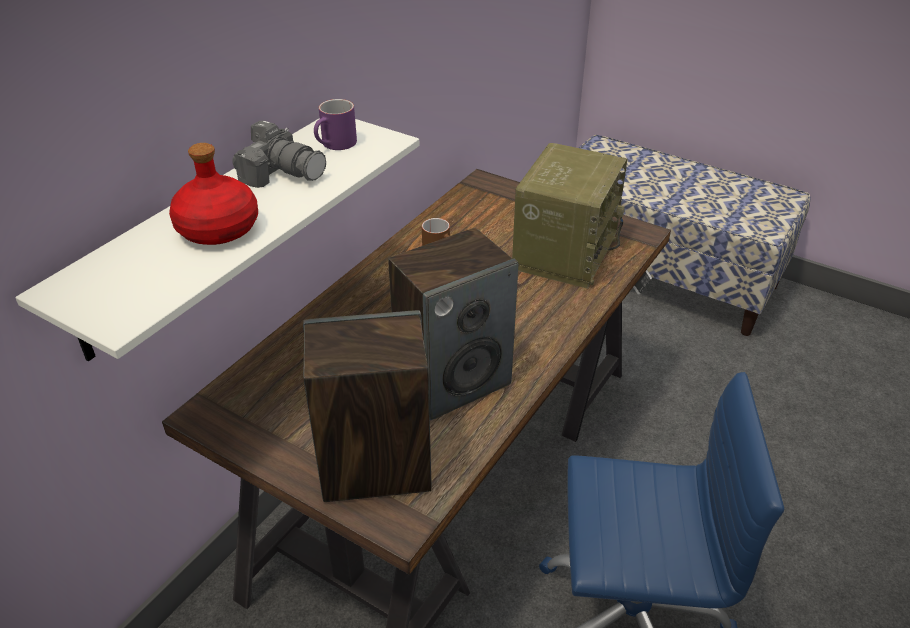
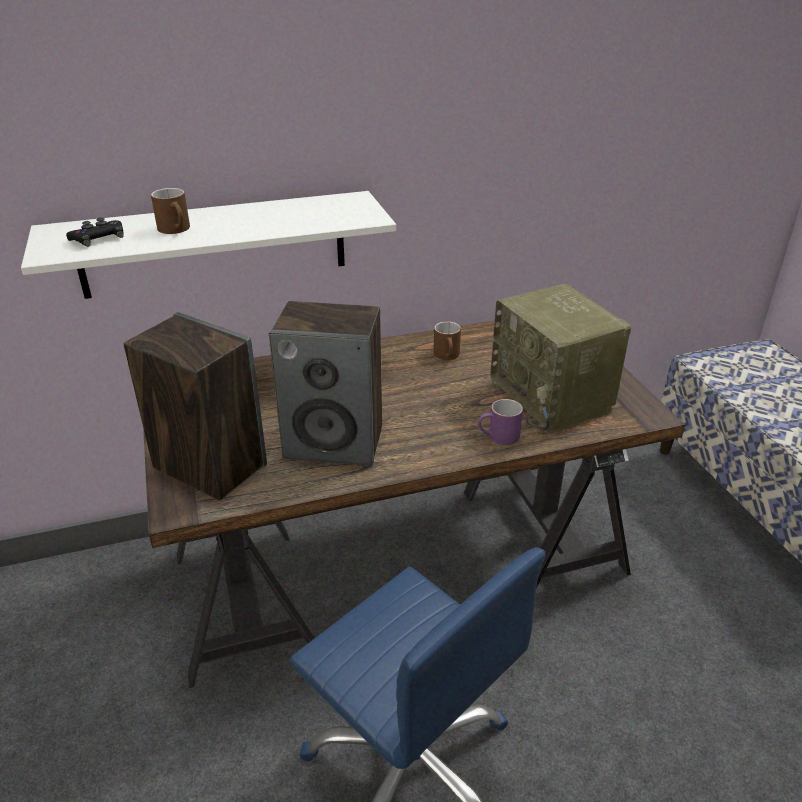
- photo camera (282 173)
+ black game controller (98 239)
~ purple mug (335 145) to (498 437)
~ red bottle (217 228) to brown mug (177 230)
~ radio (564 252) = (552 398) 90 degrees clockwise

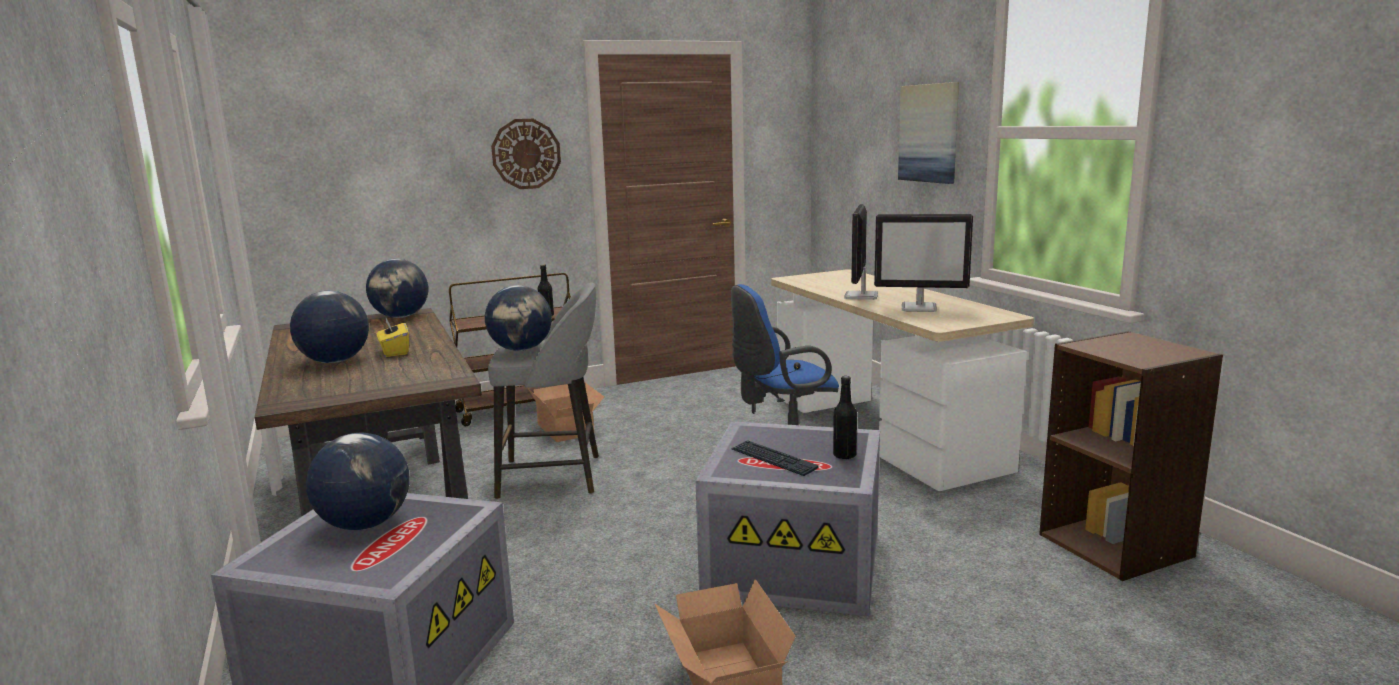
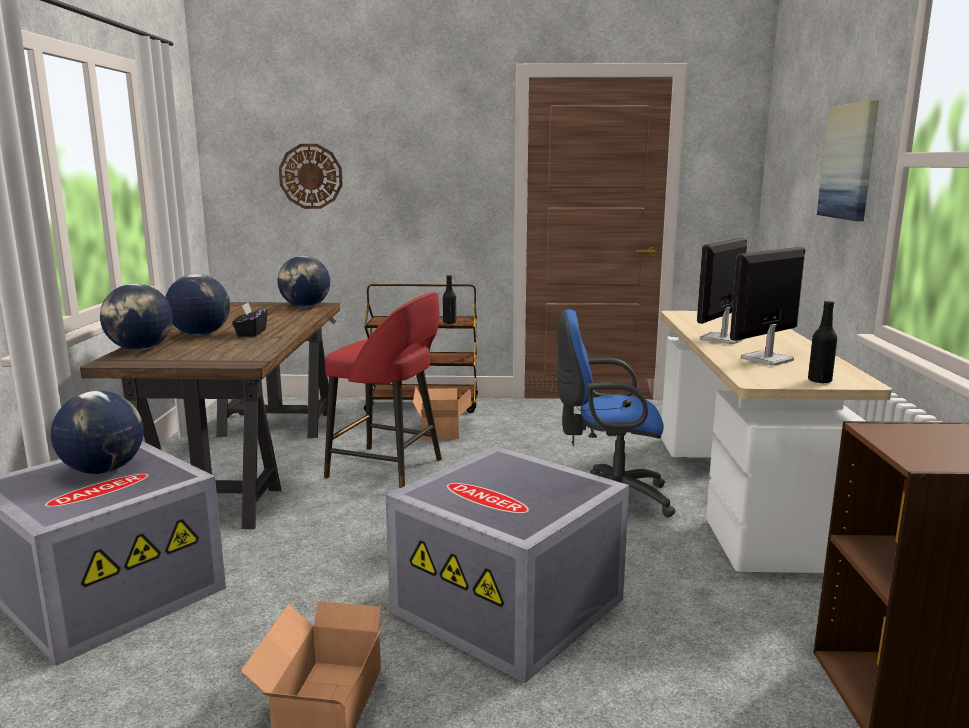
- keyboard (773 459)
~ globe (521 350) to (140 349)
~ wall clock (526 154) to (311 176)
~ black bottle (844 455) to (819 381)
~ yellow tissue box (394 352) to black tissue box (251 333)
~ grey stool (553 476) to red stool (388 469)
~ monitor (919 308) = (766 360) 105 degrees clockwise

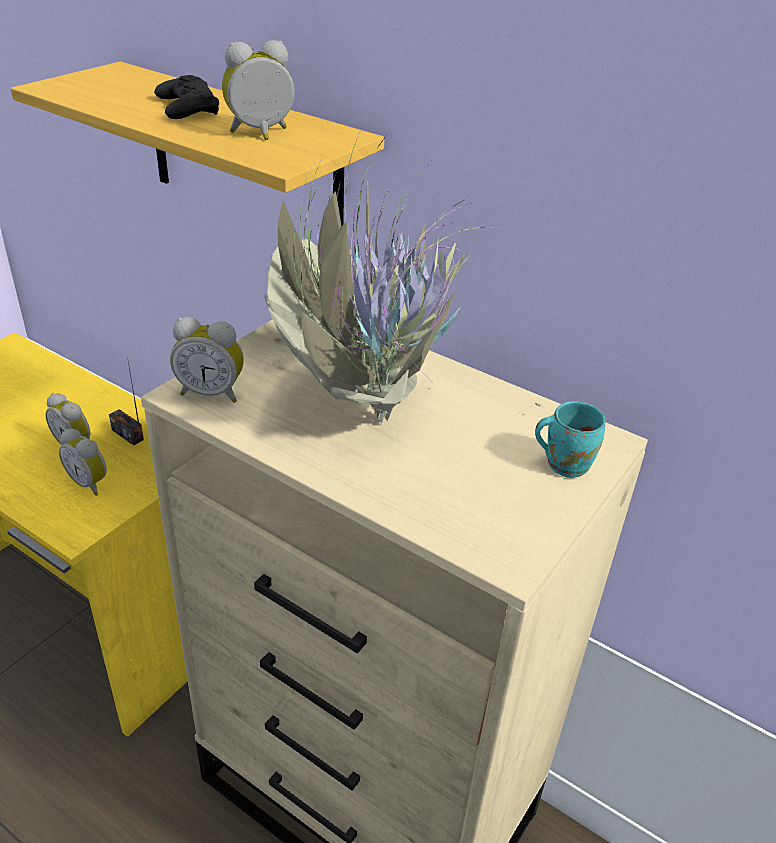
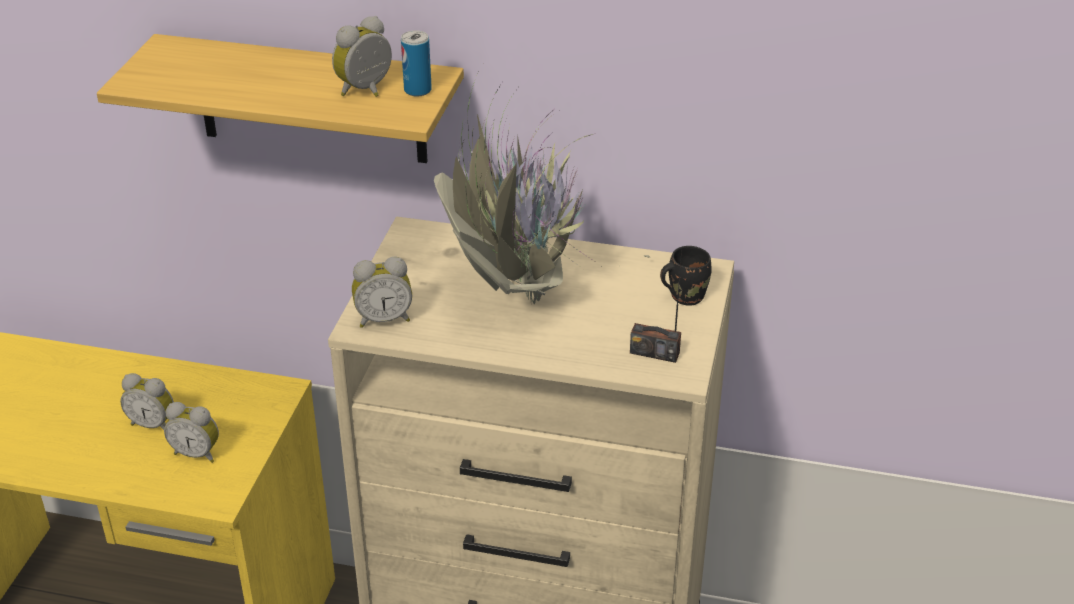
- black game controller (187 108)
+ can (417 90)
~ radio (128 434) to (654 352)
~ turquoise mug (564 463) to black mug (684 295)

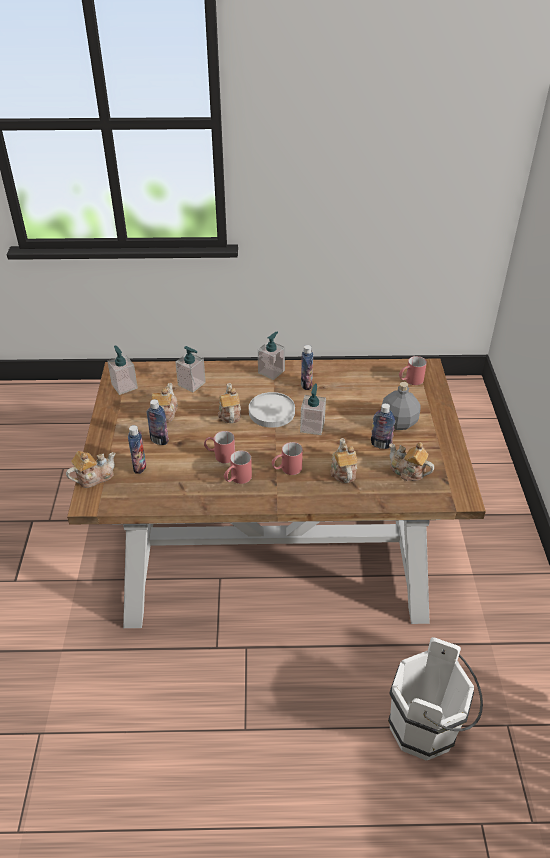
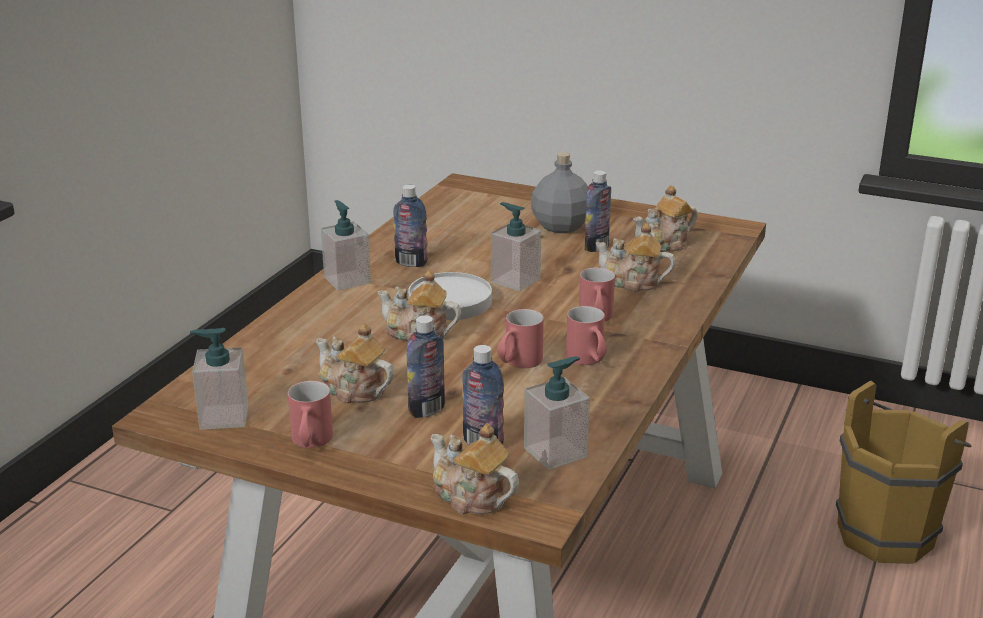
~ soap dispenser (191 384) to (555 452)
~ red mug (410 381) to (310 443)
~ white bucket (428 731) to brown bucket (890 532)
~ teapot (94 477) = (471 497) 45 degrees counterclockwise

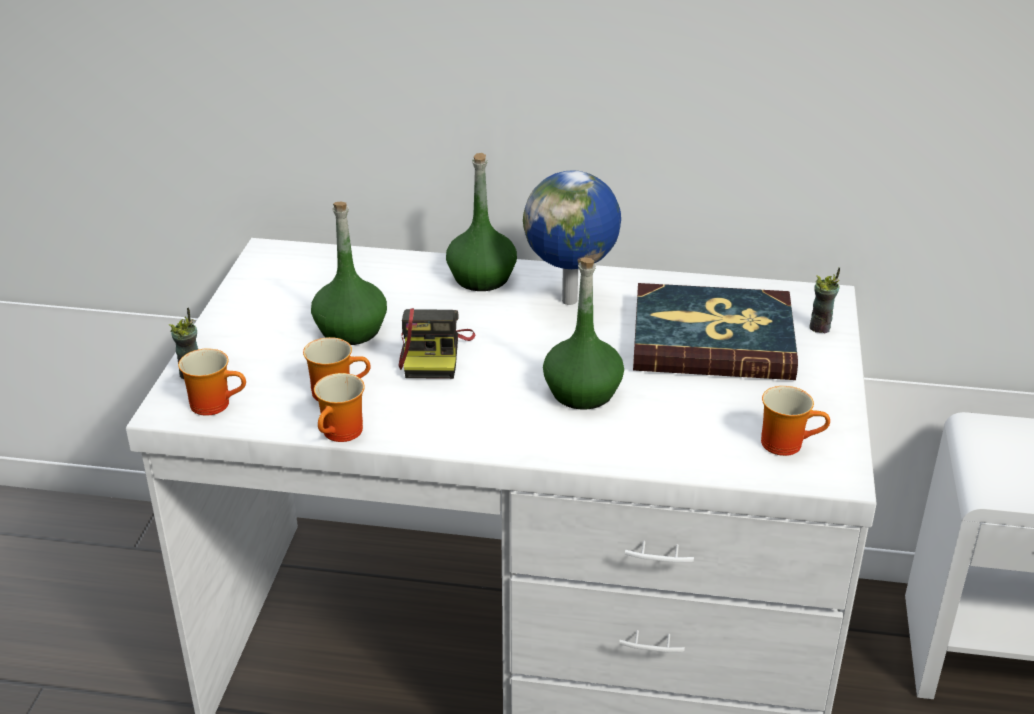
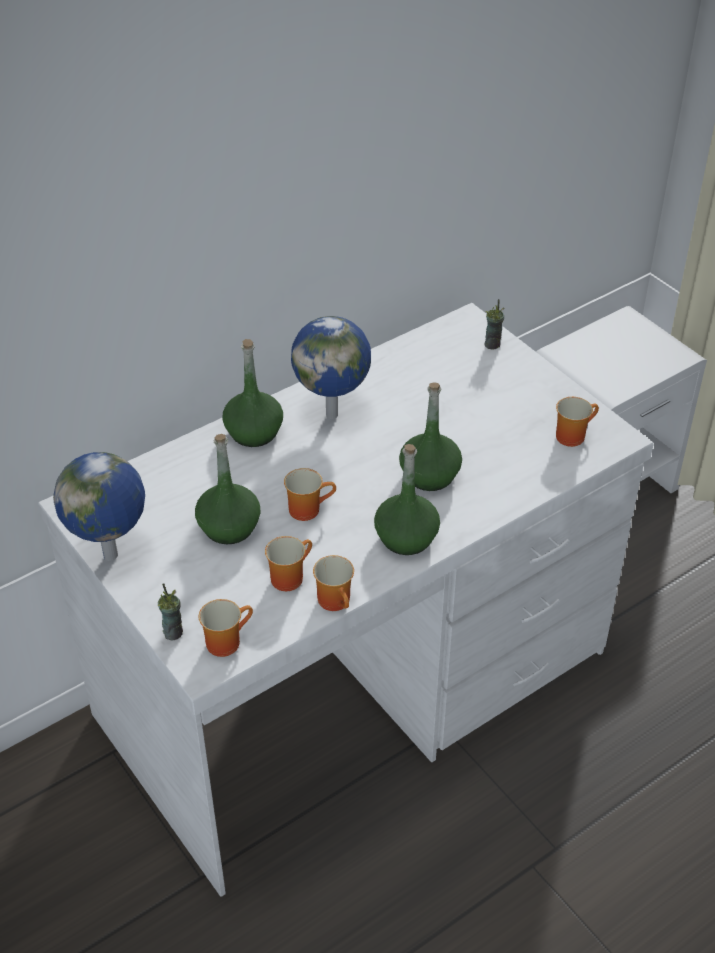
- book (712 339)
+ globe (112 556)
+ green bottle (406 537)
~ photo camera (434 354) to mug (307 508)

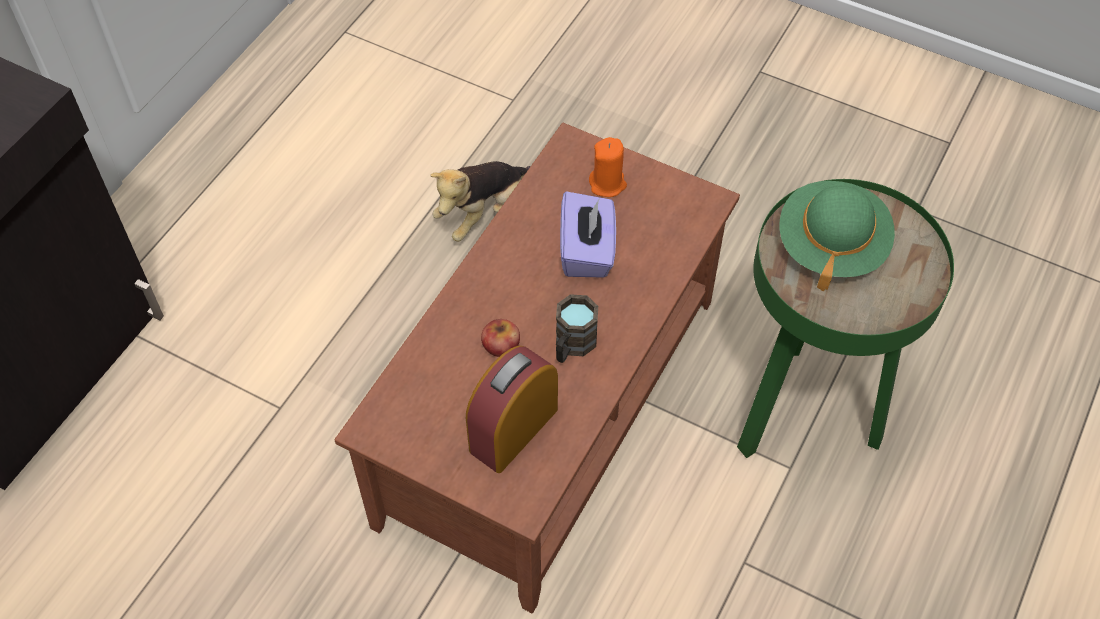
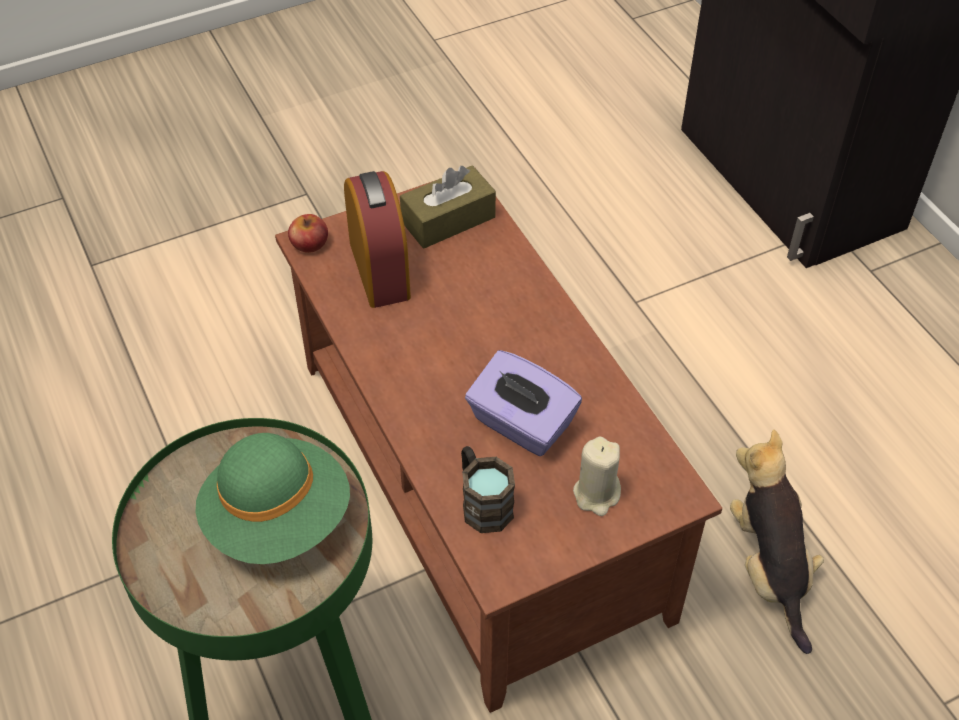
+ brown tissue box (448 220)
~ apple (501 345) to (309 243)
~ brown mug (572 346) to (482 502)
~ orange candle (607 184) to beige candle (596 494)

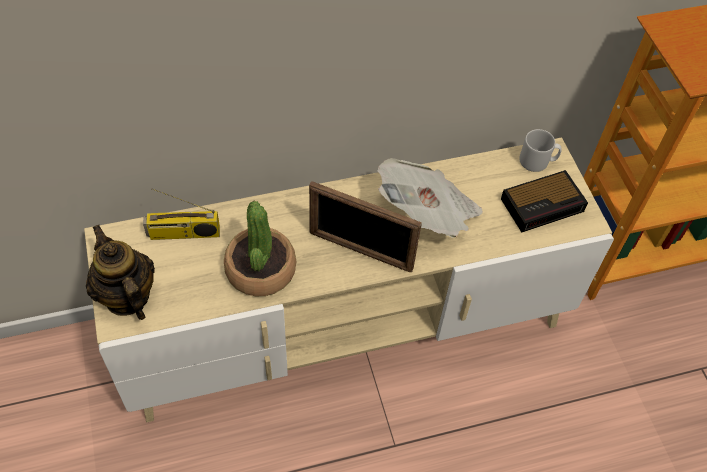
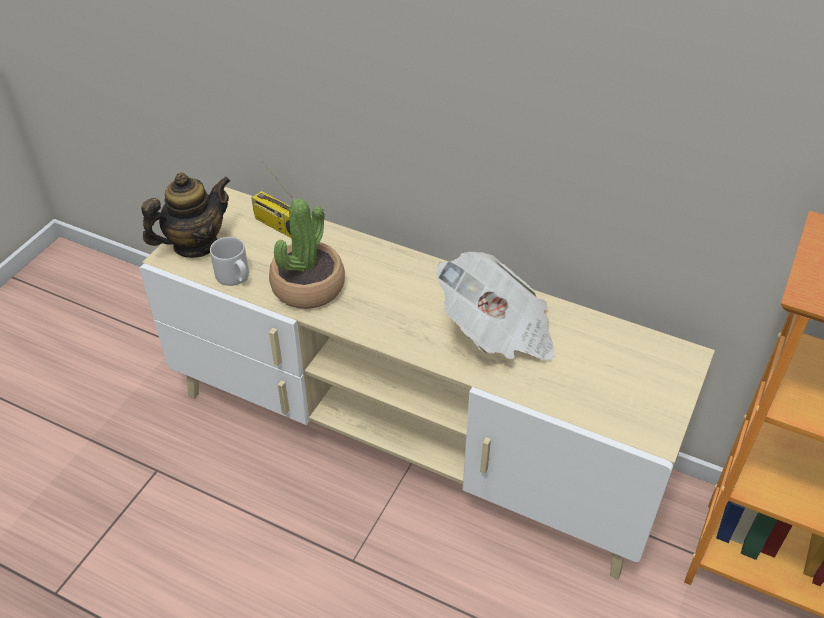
- picture frame (360 251)
- alarm clock (543 204)
~ grey mug (537 161) to (235 277)
~ teapot (126 296) = (195 244) 45 degrees clockwise

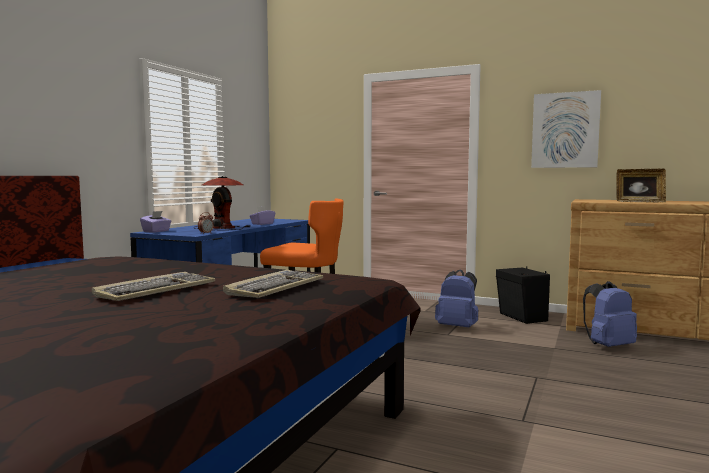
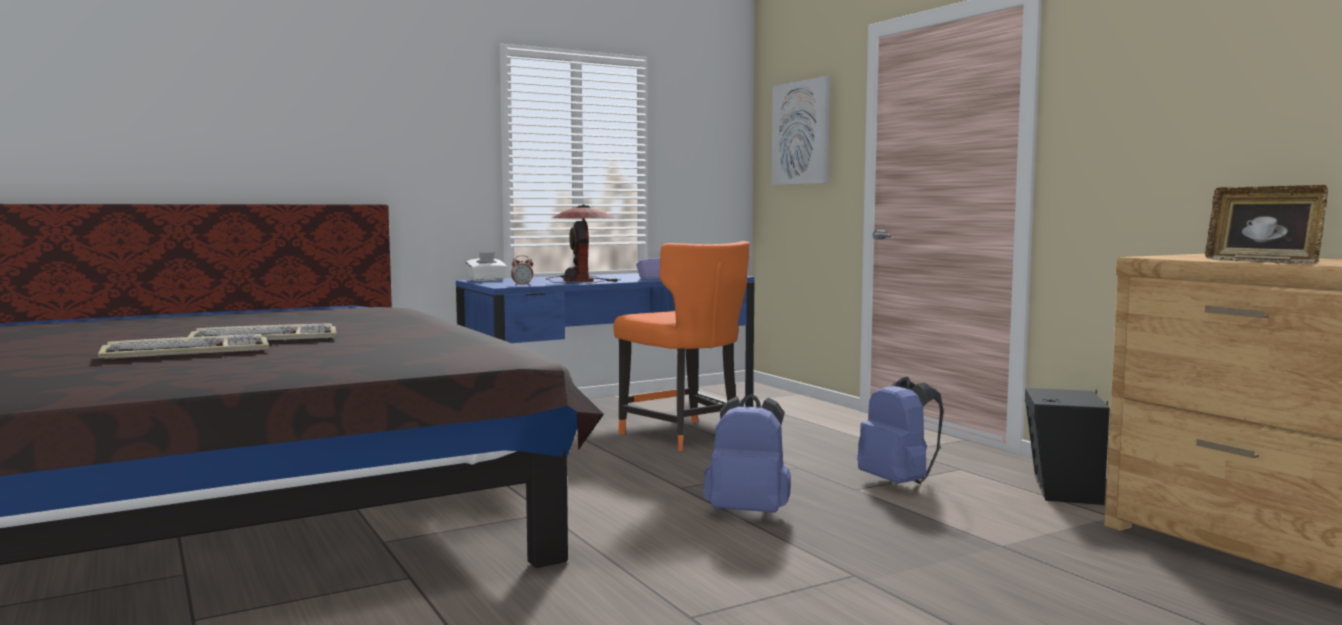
~ keyboard (275 287) to (188 353)
~ picture (565 130) to (801 133)
~ blue backpack (607 346) to (749 512)
~ purple tissue box (156 231) to white tissue box (486 280)

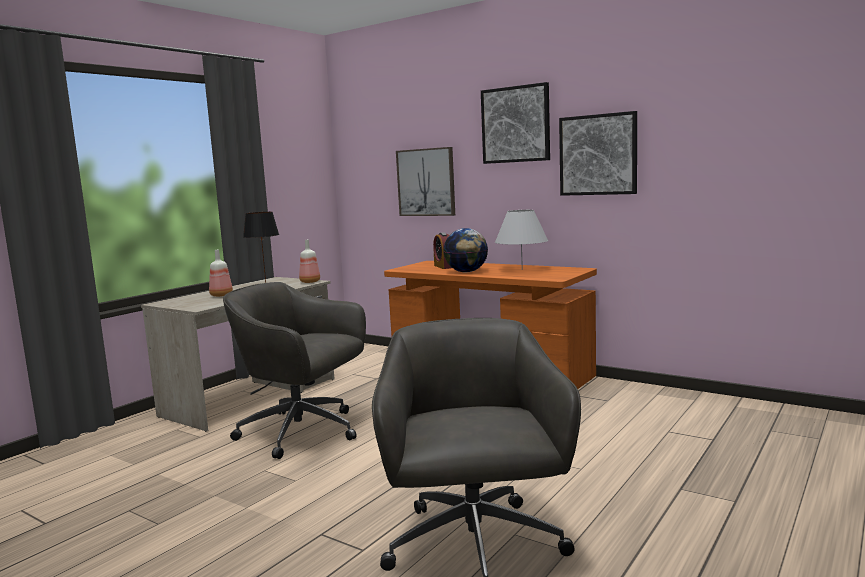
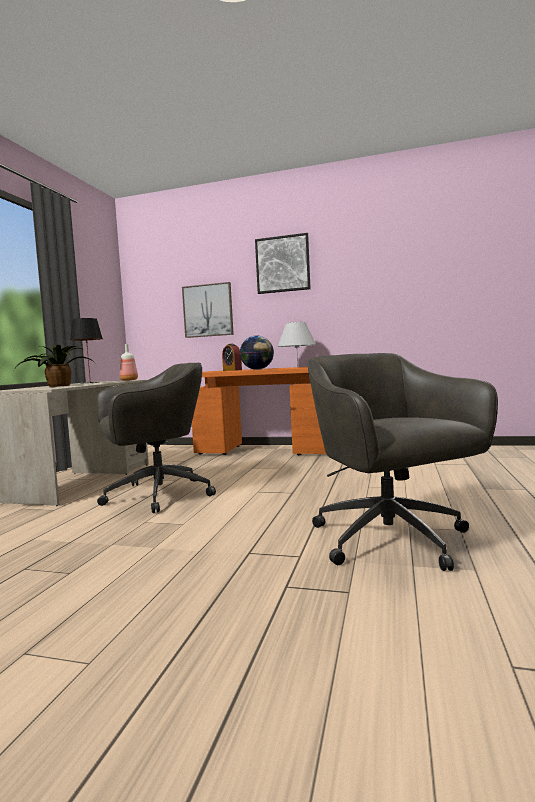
- picture (598 155)
~ bottle (221 295) to potted plant (57 386)
~ grey office chair (303 432) = (155 495) 150 degrees clockwise

